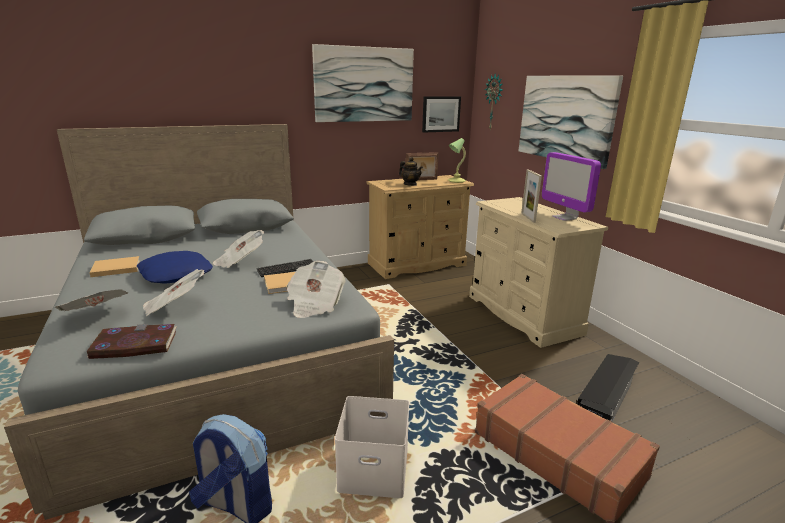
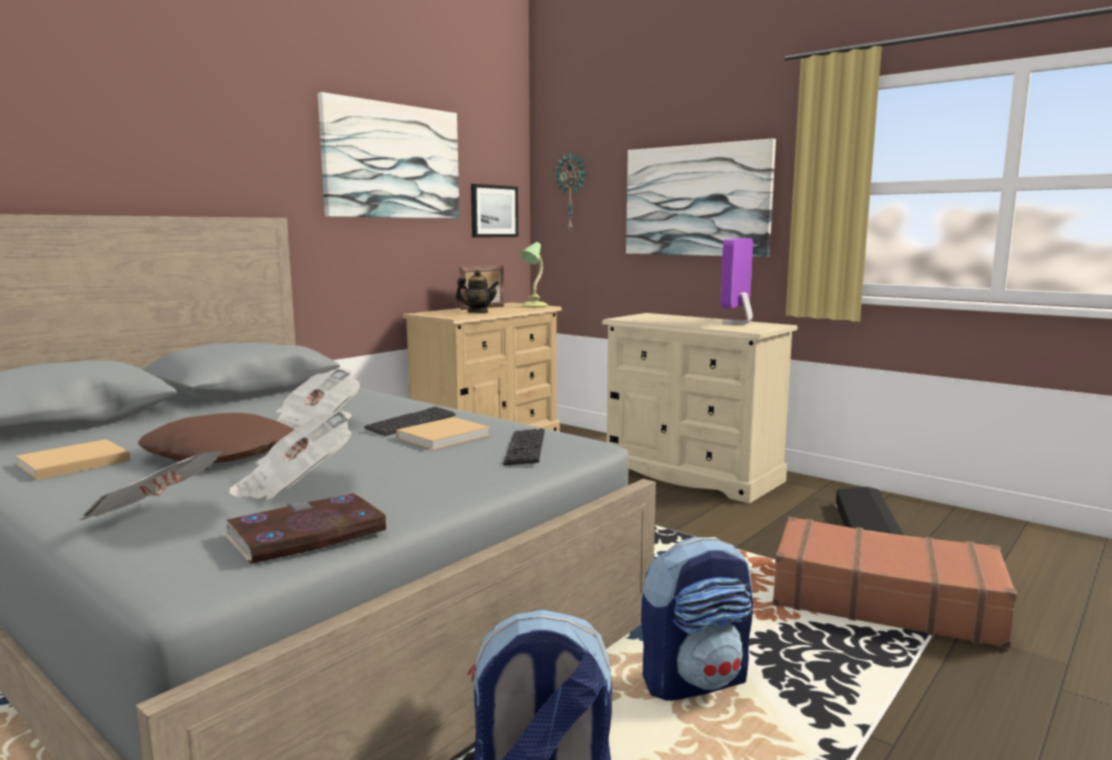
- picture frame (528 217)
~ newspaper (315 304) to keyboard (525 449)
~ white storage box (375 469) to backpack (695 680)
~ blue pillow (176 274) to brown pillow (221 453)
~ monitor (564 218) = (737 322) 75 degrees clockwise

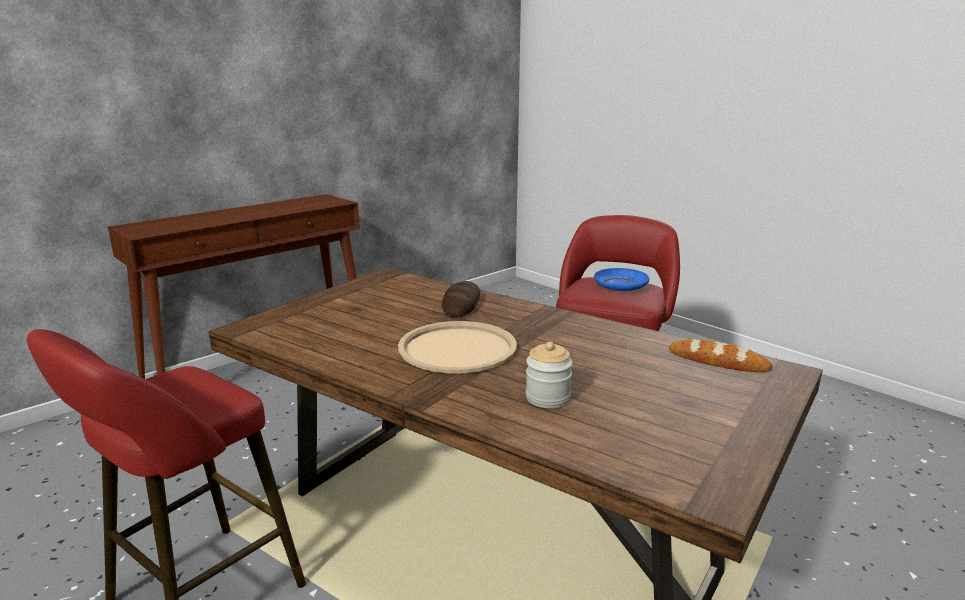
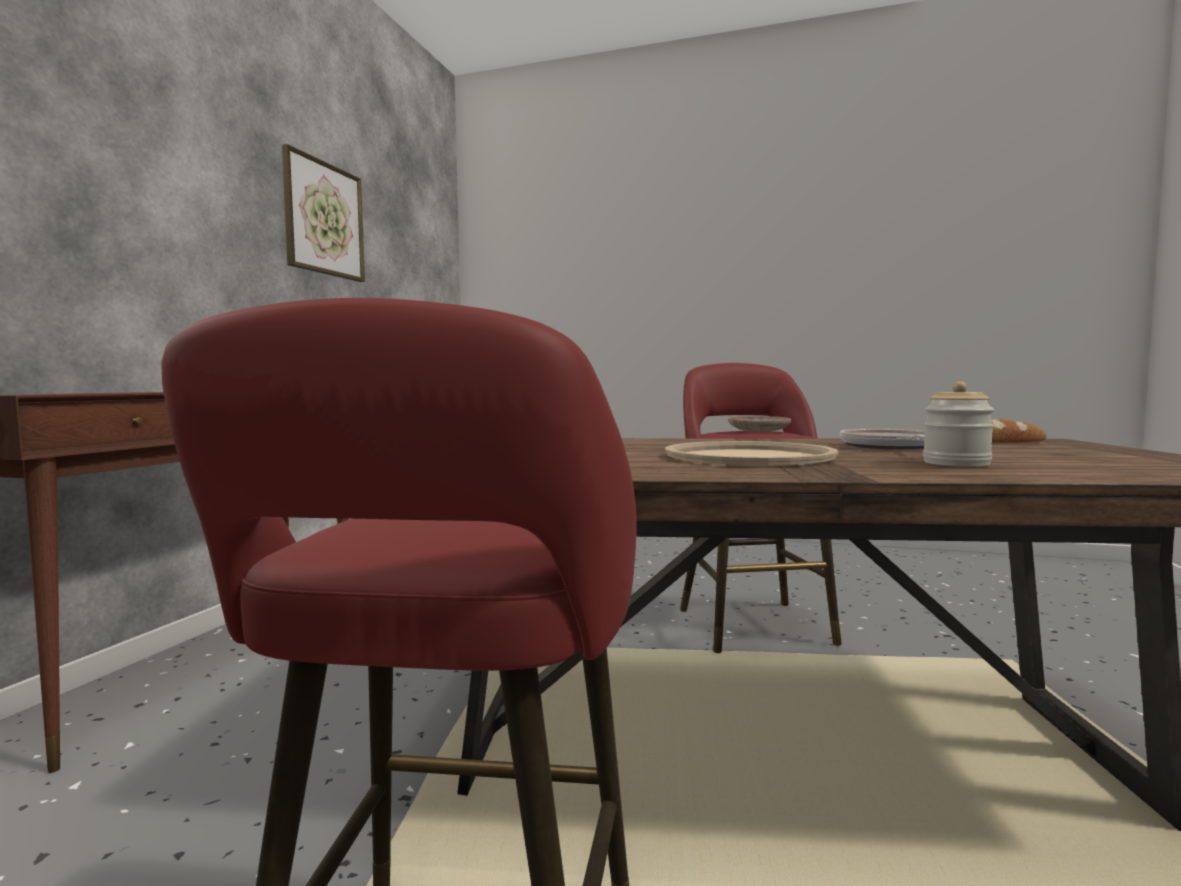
- bread (461 304)
+ picture (324 219)
+ frying pan (890 447)
~ blue plate (621 286) to beige plate (759 430)

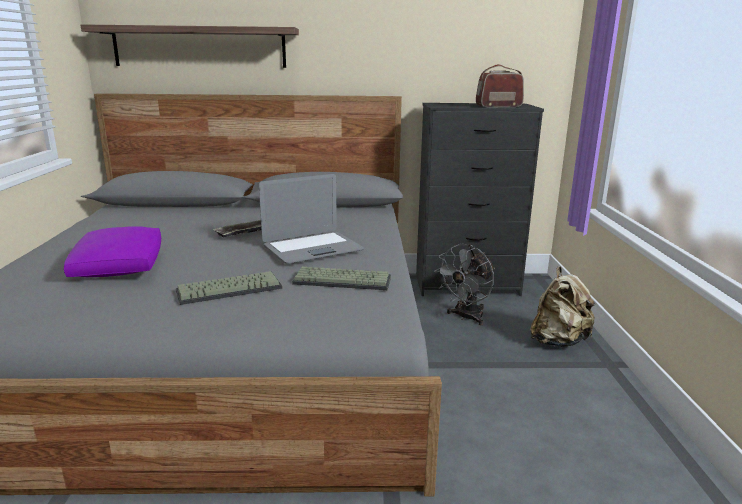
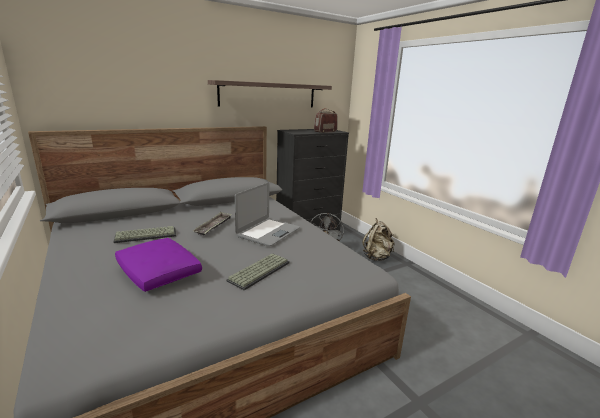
~ shelf (200 47) to (268 95)
~ keyboard (343 280) to (146 235)

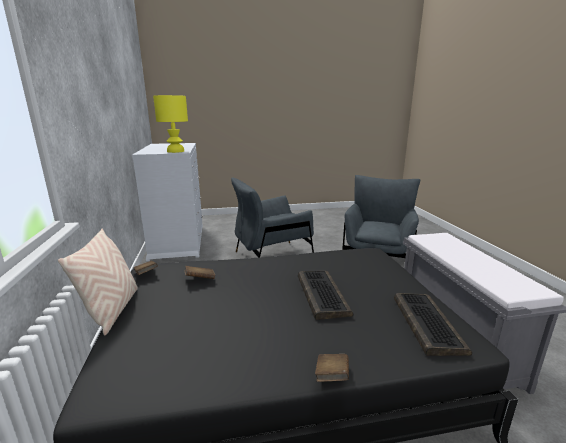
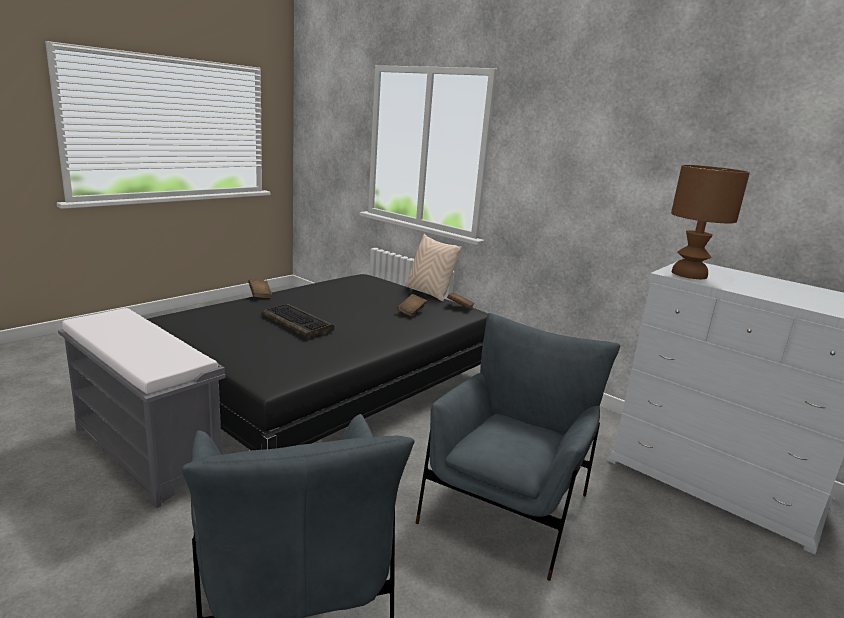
- keyboard (426 323)
~ yellow table lamp (175 151) to brown table lamp (689 274)

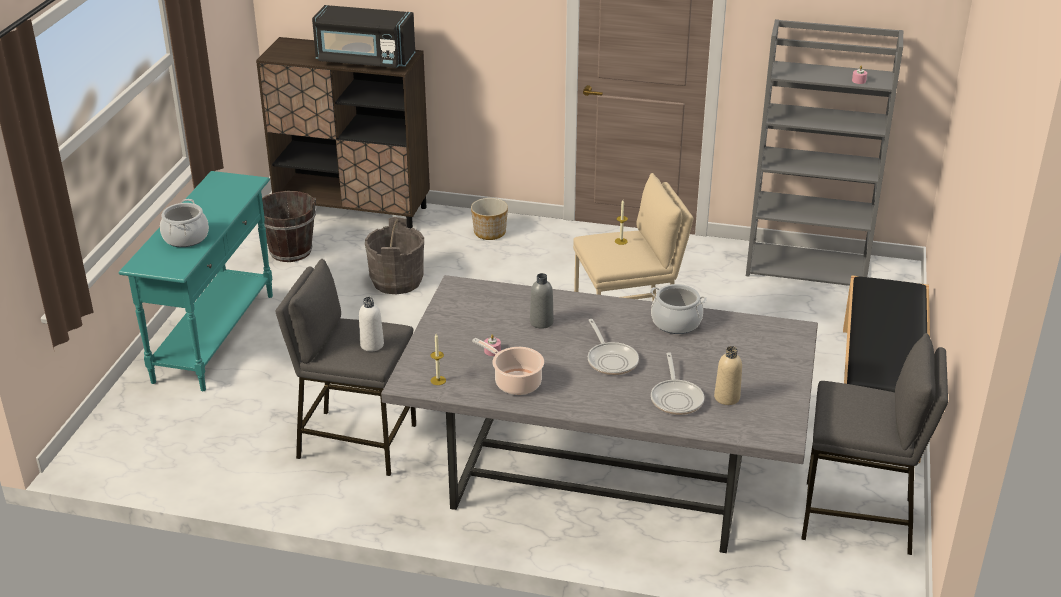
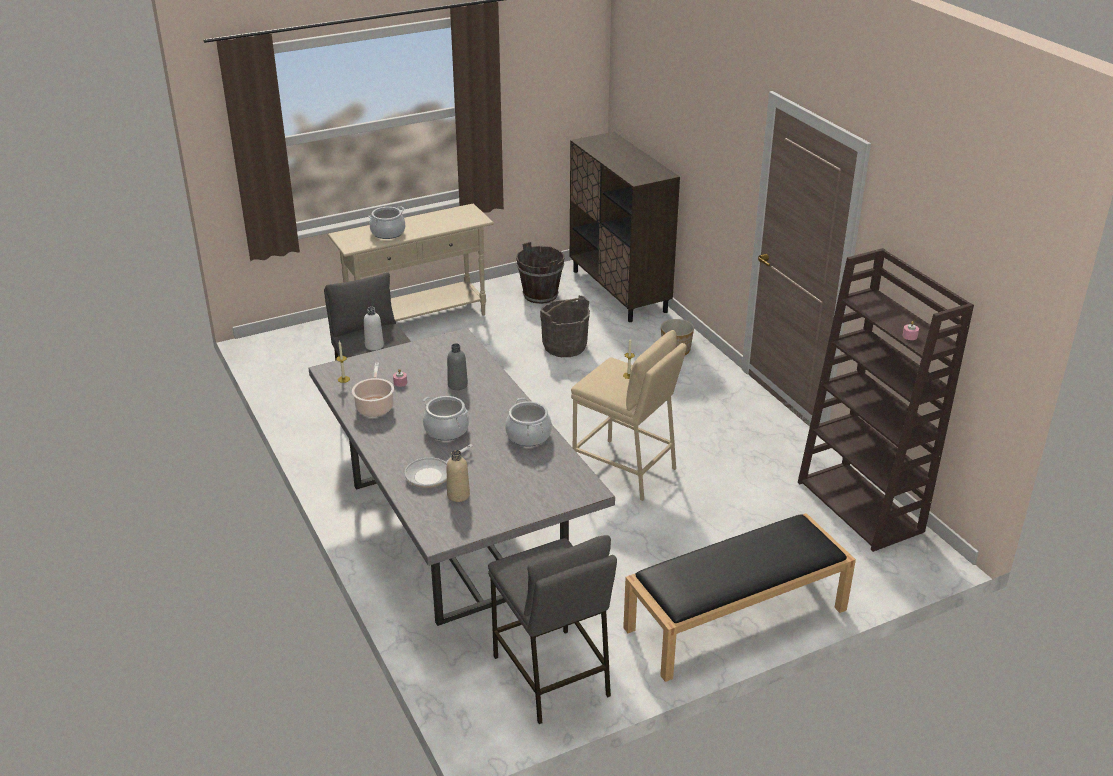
- black microwave (364 60)
~ frying pan (611 360) to cooking pot (446 430)
~ turquoise console table (215 337) to beige console table (418 320)
~ grey bookcase (808 266) to brown bookcase (861 507)

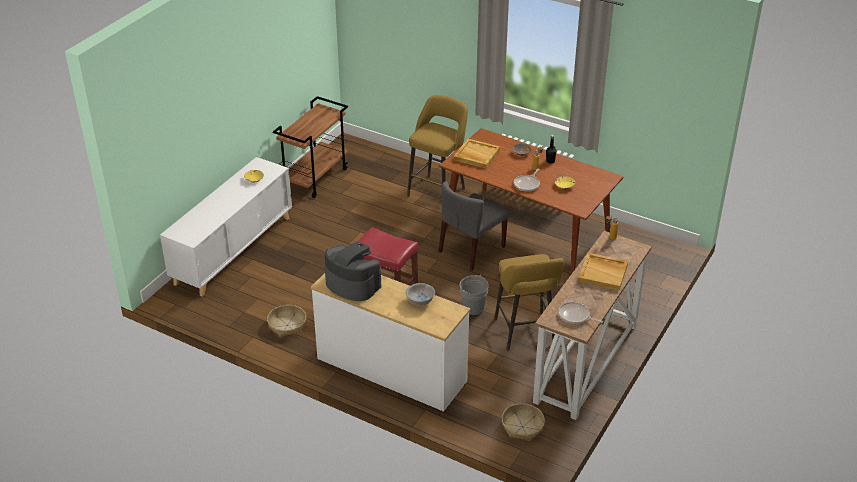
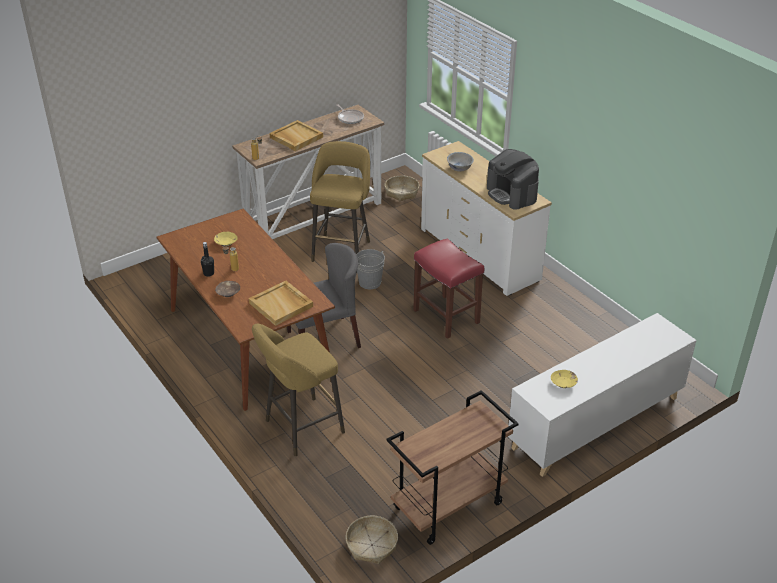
- frying pan (527 184)
~ basket (287 325) to (372 545)

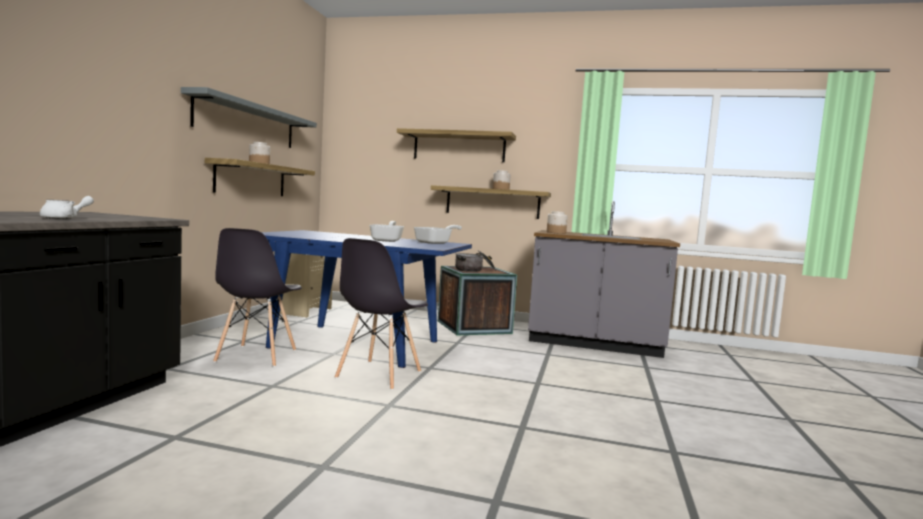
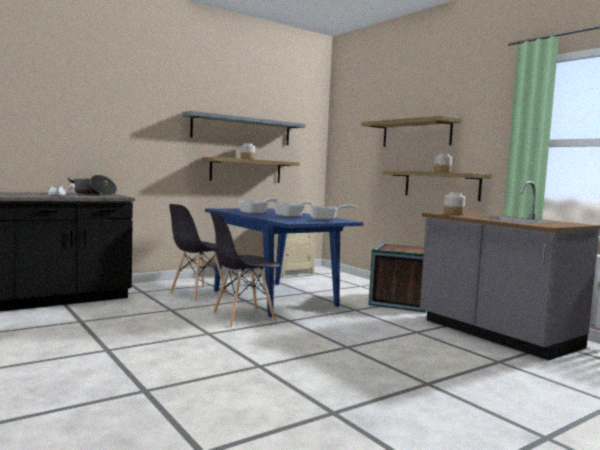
+ frying pan (256 213)
~ cooking pot (474 270) to (93 194)

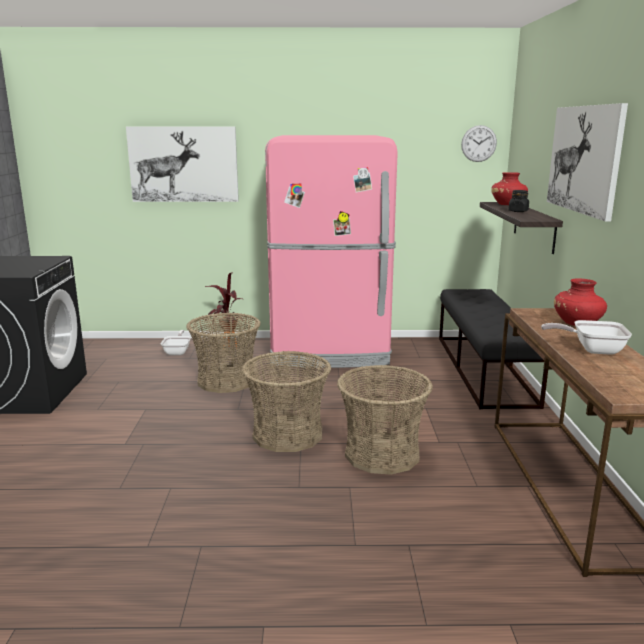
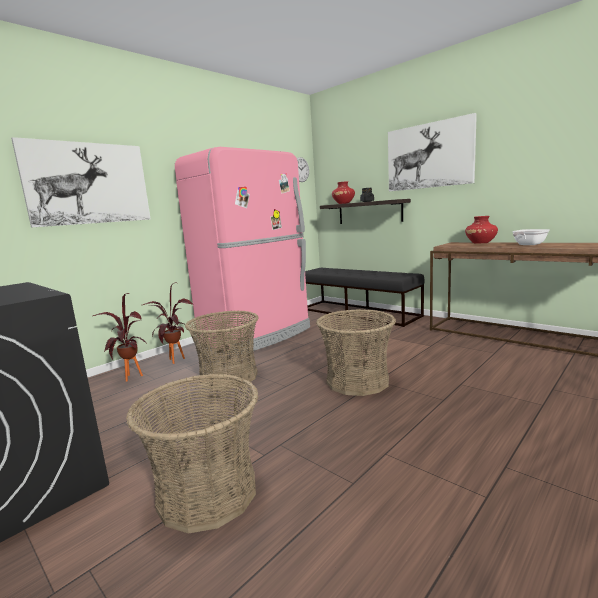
~ basket (381 454) to (207 493)
~ frying pan (178 351) to potted plant (130 379)

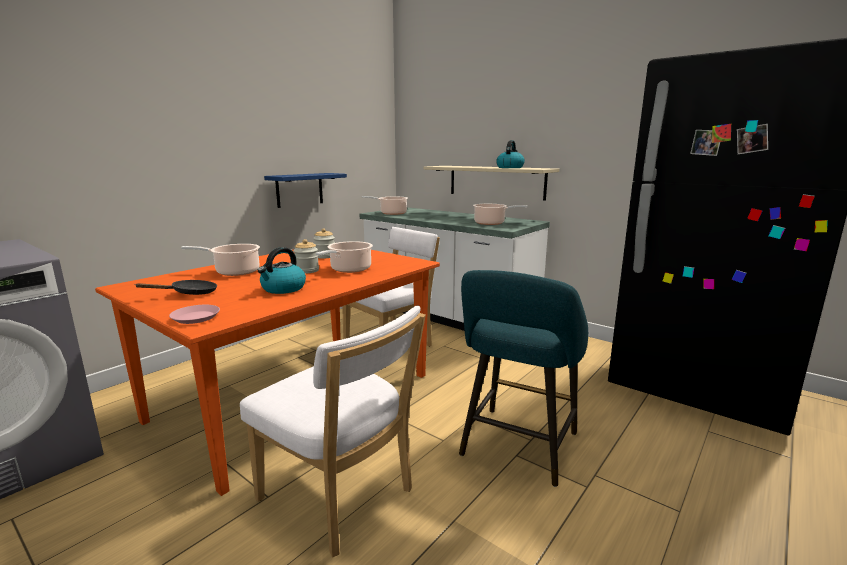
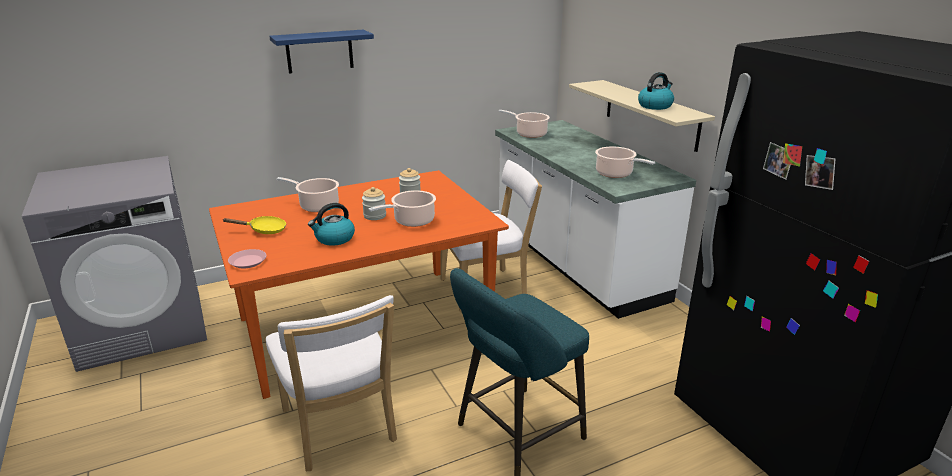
~ blue shelf (299 189) to (319 51)
~ black frying pan (190 293) to yellow frying pan (264 230)

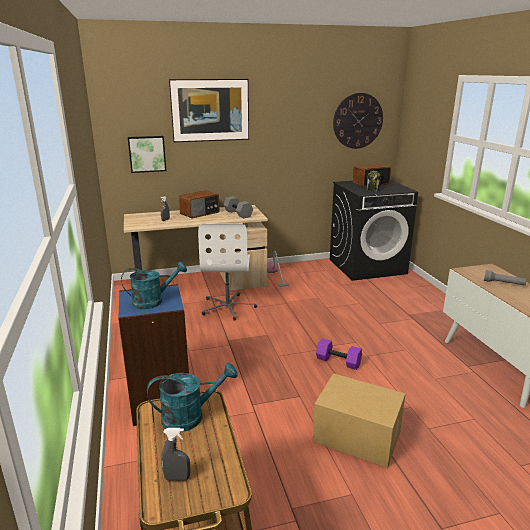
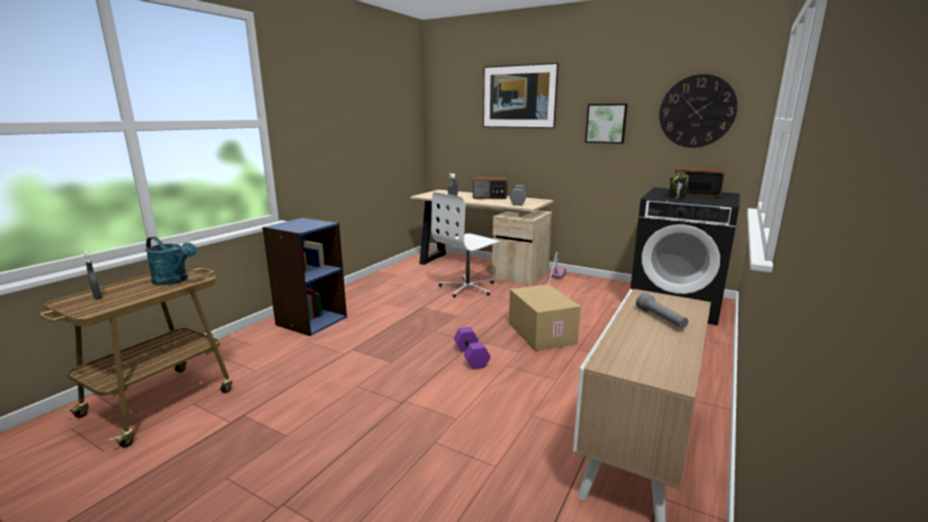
- turquoise watering can (153 301)
~ picture (147 154) to (606 123)
~ cardboard box (356 437) to (540 333)

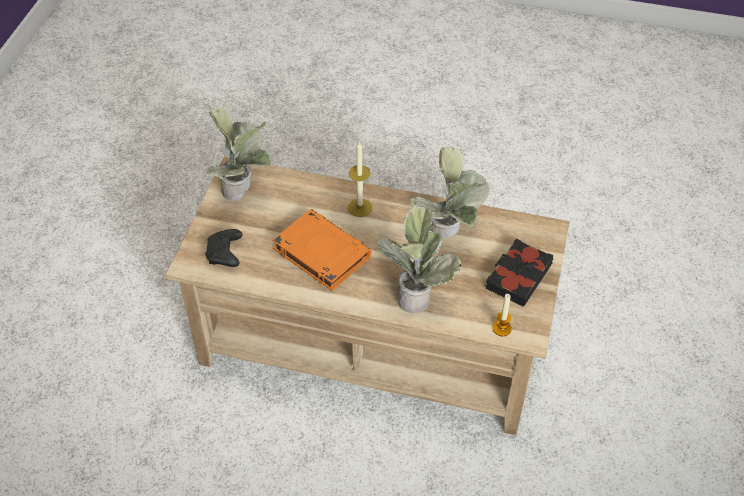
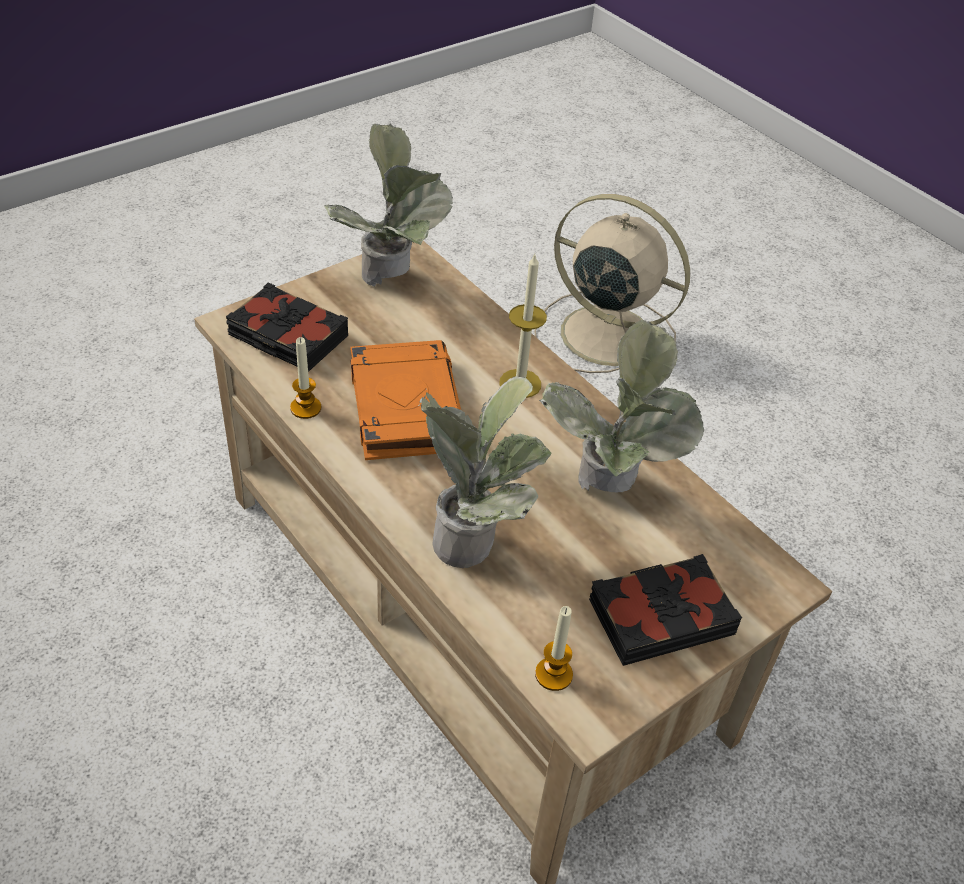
+ candle (305 408)
+ beige fan (603 333)
~ black game controller (225 254) to black book (287 336)

